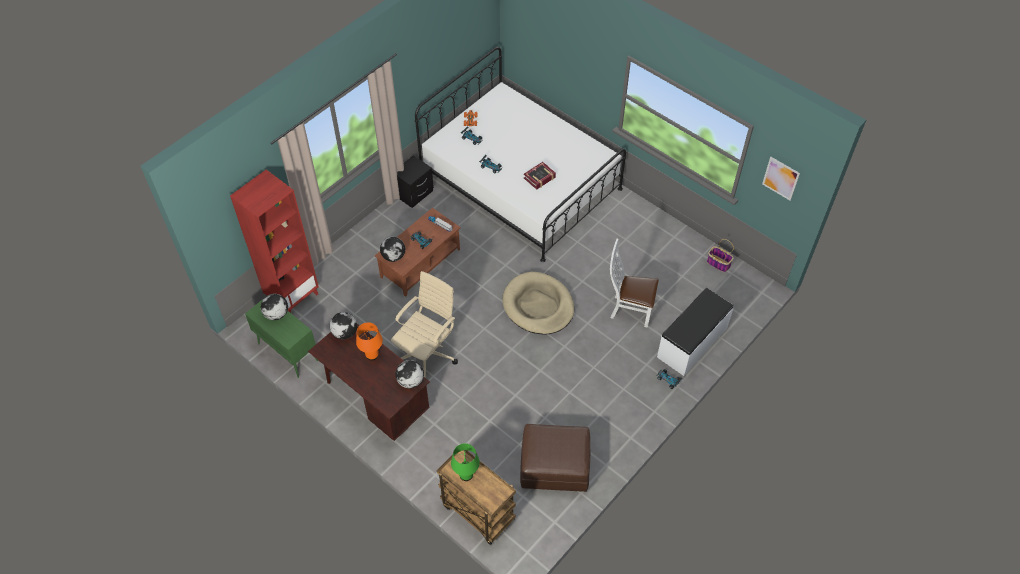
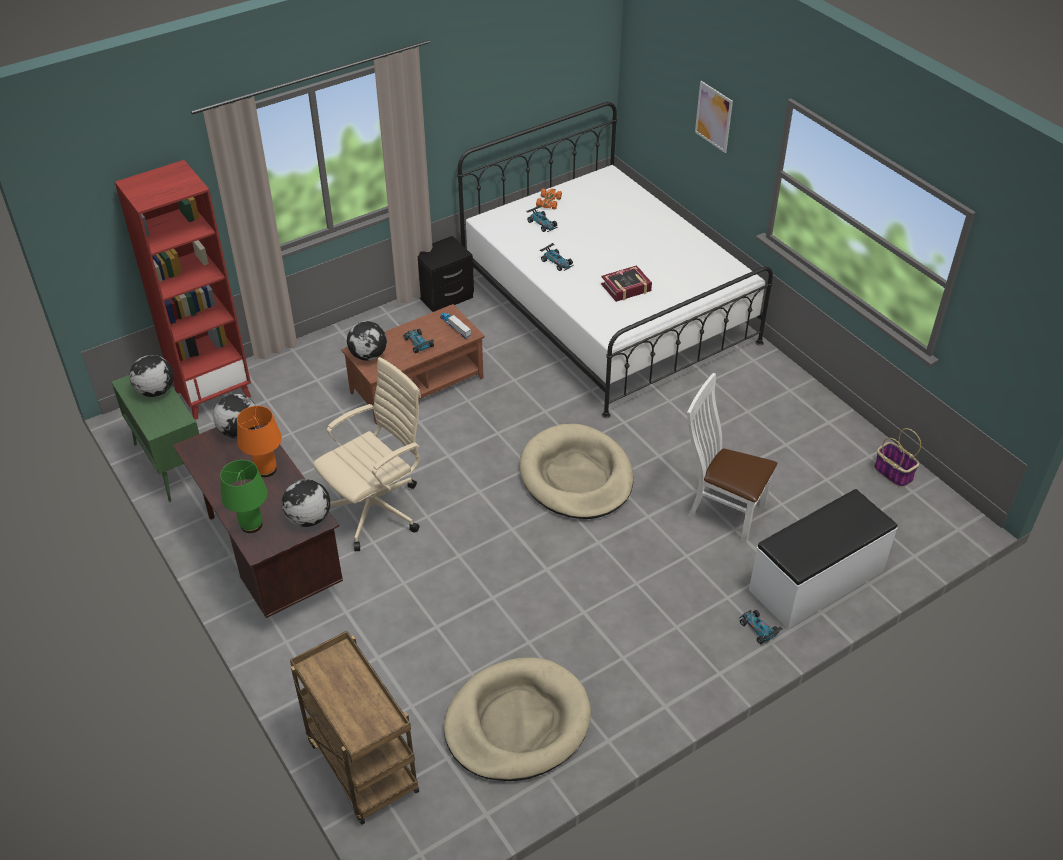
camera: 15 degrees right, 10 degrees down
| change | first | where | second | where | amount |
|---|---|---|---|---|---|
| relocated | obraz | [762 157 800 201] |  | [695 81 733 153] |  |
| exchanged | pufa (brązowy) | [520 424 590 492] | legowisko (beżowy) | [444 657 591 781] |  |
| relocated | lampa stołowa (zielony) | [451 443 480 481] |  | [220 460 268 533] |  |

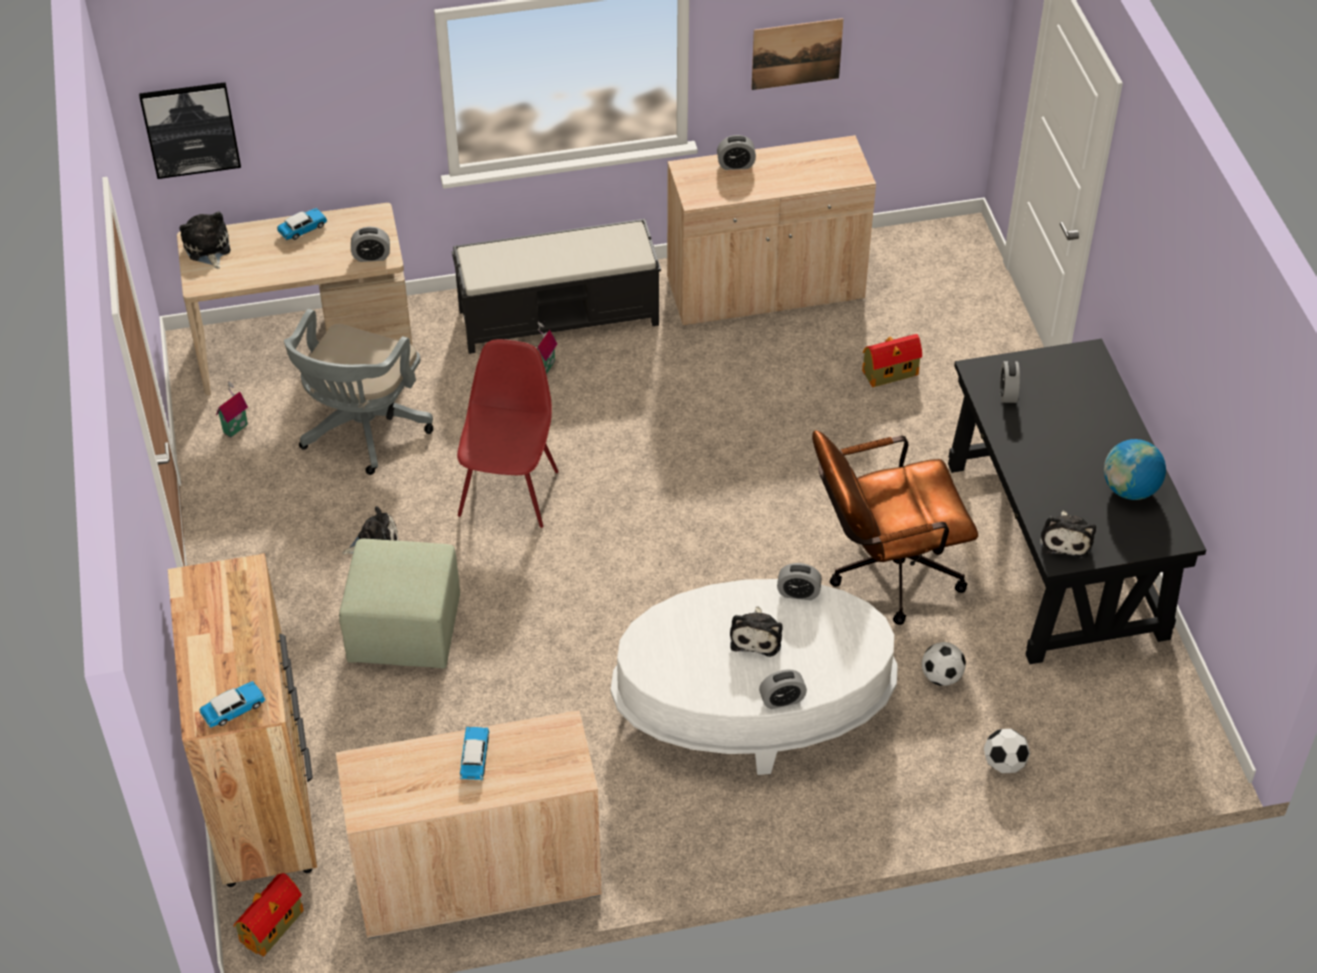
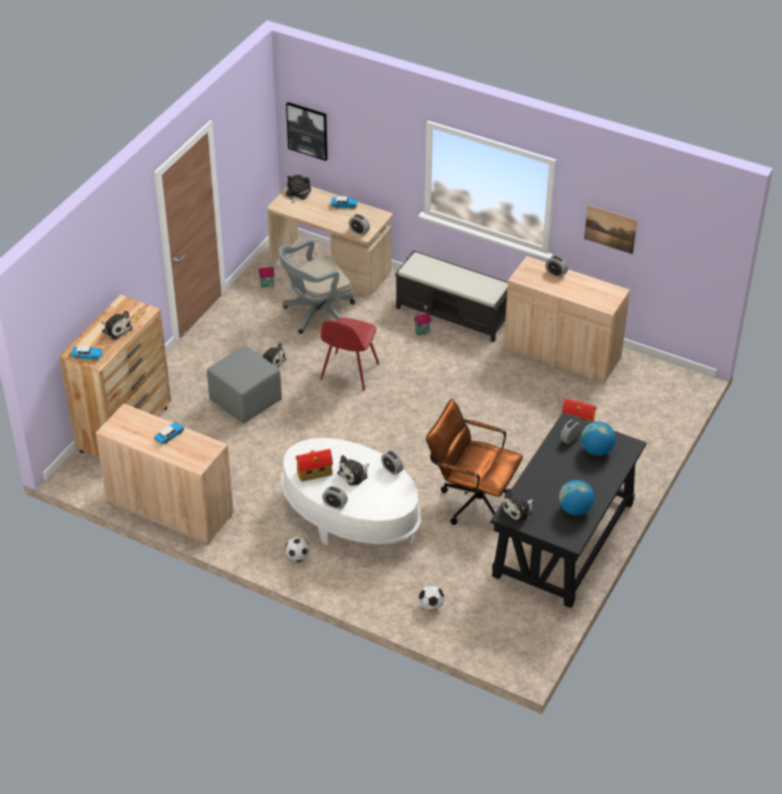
camera: 40 degrees right, 5 degrees down
| change | first | where | second | where | amount |
|---|---|---|---|---|---|
| spun | krzesło (czerwony) | [457 339 559 528] |  | [320 318 379 390] | 150 degrees clockwise |
| colour | pufa (zielony) | [339 539 460 669] | pufa (szary) | [207 346 282 424] |  |
| relocated | piłka futbolowa | [922 642 966 686] |  | [285 537 310 562] |  |
| relocated | domek | [233 873 304 957] |  | [296 449 333 482] |  |
| appeared |  |  | pluszak | [101 311 133 340] |  |
| appeared |  |  | globus | [581 421 615 456] |  |

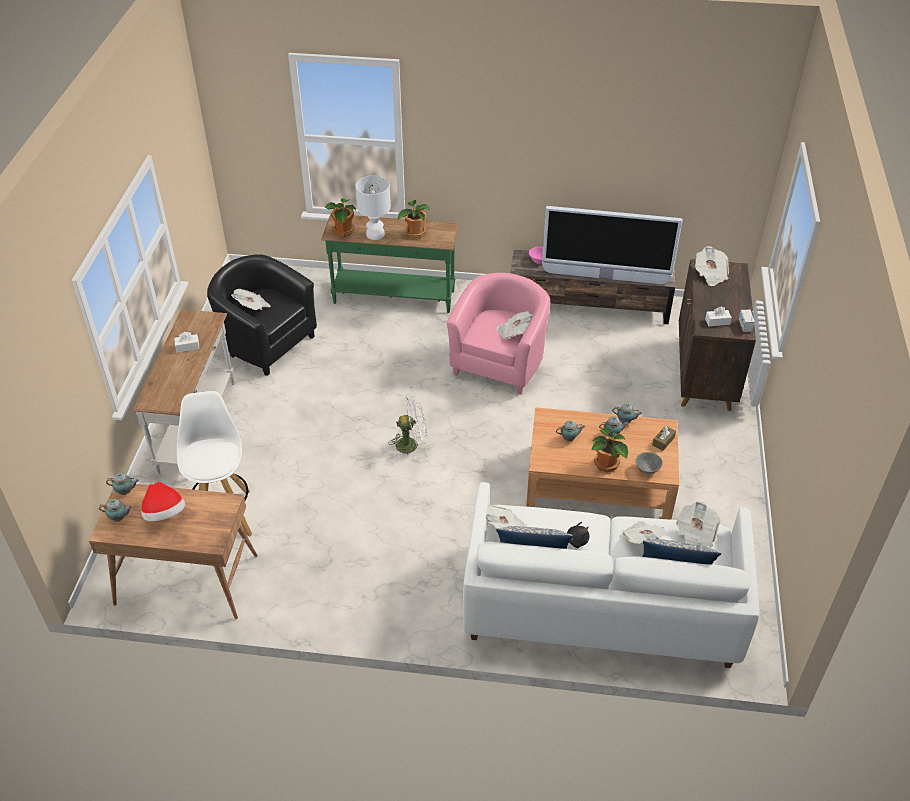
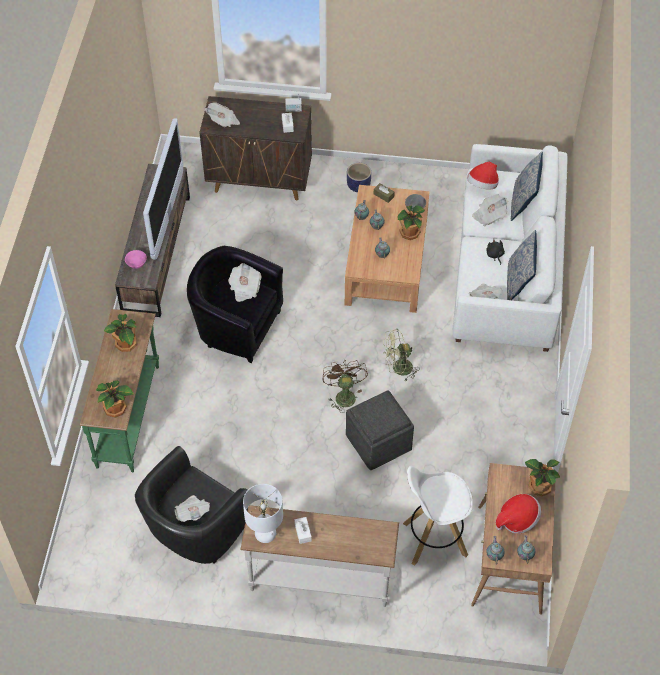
camera: 90 degrees left, 10 degrees up
| change | first | where | second | where | amount |
|---|---|---|---|---|---|
| relocated | lampa stołowa (biały) | [356 176 391 240] |  | [243 484 283 543] |  |
| colour | fotel (różowy) | [447 273 550 395] | fotel (czarny) | [187 246 283 363] |  |
| colour | wentylator (biały) | [389 396 427 459] | wentylator (brązowy) | [322 360 368 412] |  |
| exchanged | gazeta | [676 501 720 548] | kapelusz | [467 162 499 190] |  |
| appeared |  |  | donica | [347 163 371 192] |  |
| appeared |  |  | wentylator (zielony) | [383 329 420 381] |  |
| appeared |  |  | pufa (szary) | [346 390 414 470] |  |
| appeared |  |  | roślina doniczkowa | [525 459 560 497] |  |

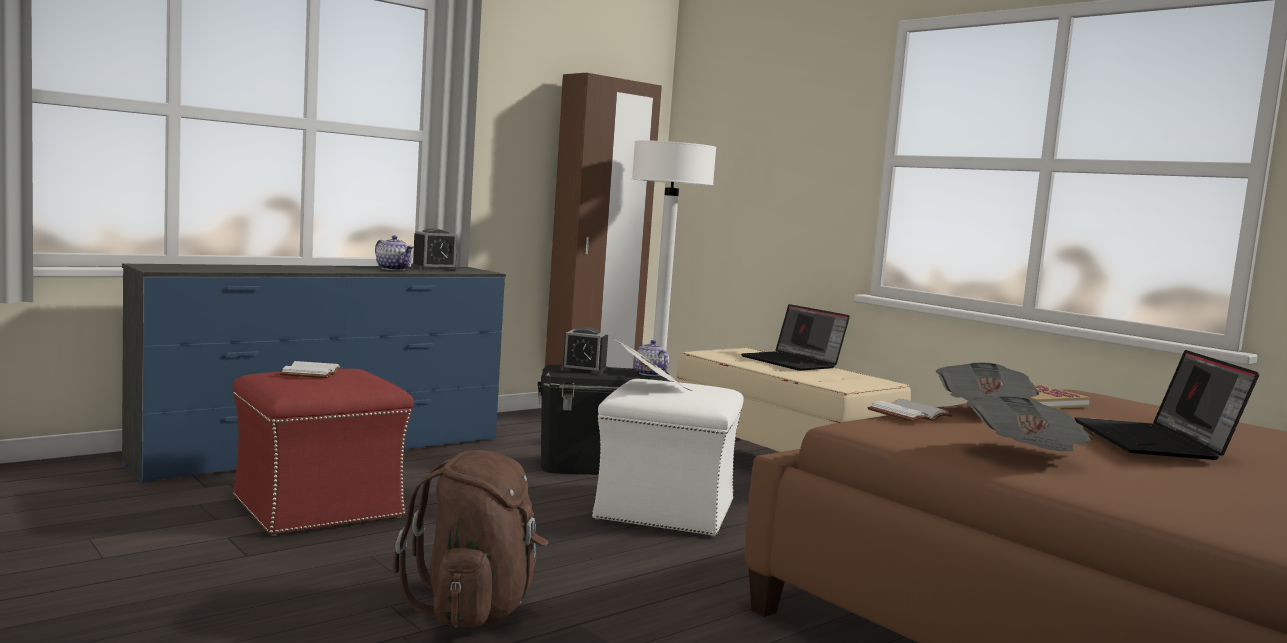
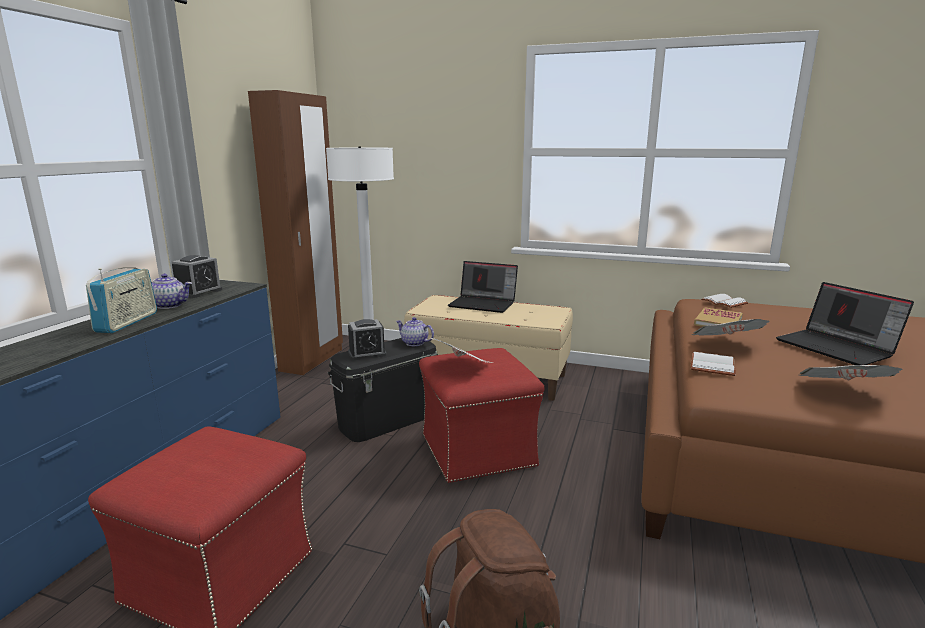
camera: 30 degrees left, 10 degrees up
| change | first | where | second | where | amount |
|---|---|---|---|---|---|
| relocated | książka (biały) | [279 361 343 378] |  | [701 294 748 308] |  |
| colour | pufa (biały) | [592 379 744 537] | pufa (czerwony) | [419 348 545 483] |  |
| appeared |  |  | radio | [86 267 157 333] |  |

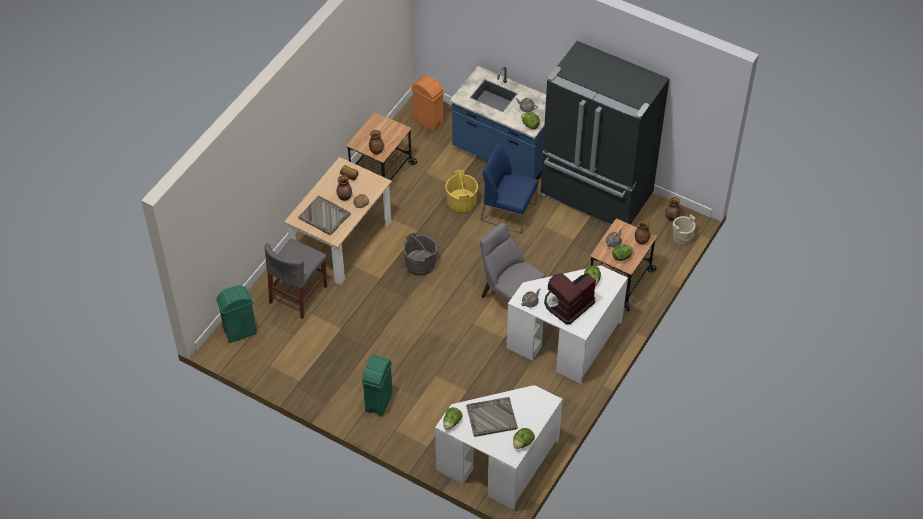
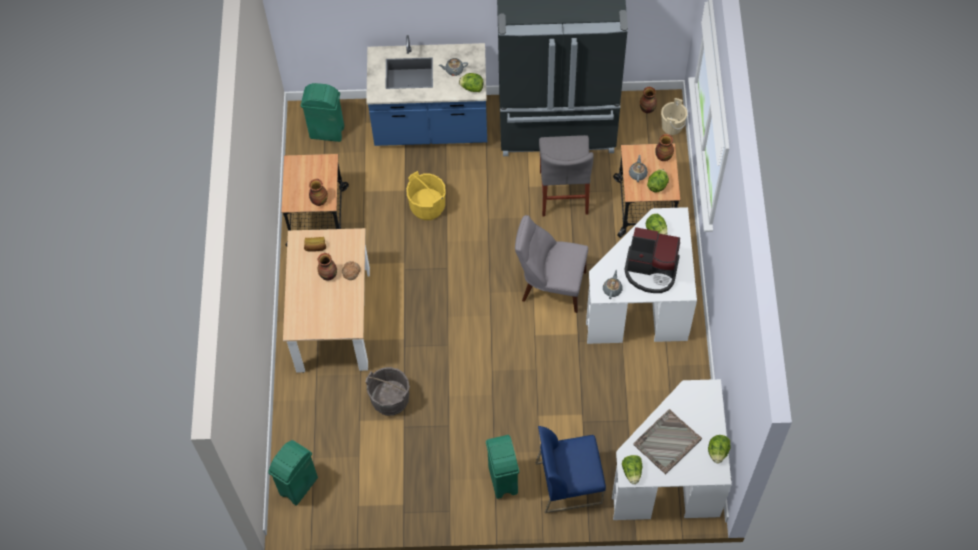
camera: 30 degrees left, 10 degrees up
| change | first | where | second | where | amount |
|---|---|---|---|---|---|
| colour | kosz na śmieci (pomarańczowy) | [411 75 444 133] | kosz na śmieci (zielony) | [301 83 344 142] |  |
| relocated | krzesło (niebieski) | [481 143 538 234] |  | [536 426 606 513] |  |
| missing | taca (szary) | [298 196 351 235] |  |  |  |
| relocated | wiadro (szary) | [403 232 437 276] |  | [366 367 410 416] |  |
| relocated | krzesło (szary) | [264 239 327 319] |  | [539 135 594 216] |  |
| spun | ekspres do kawy | [544 273 596 324] |  | [625 227 680 293] | 90 degrees counterclockwise |

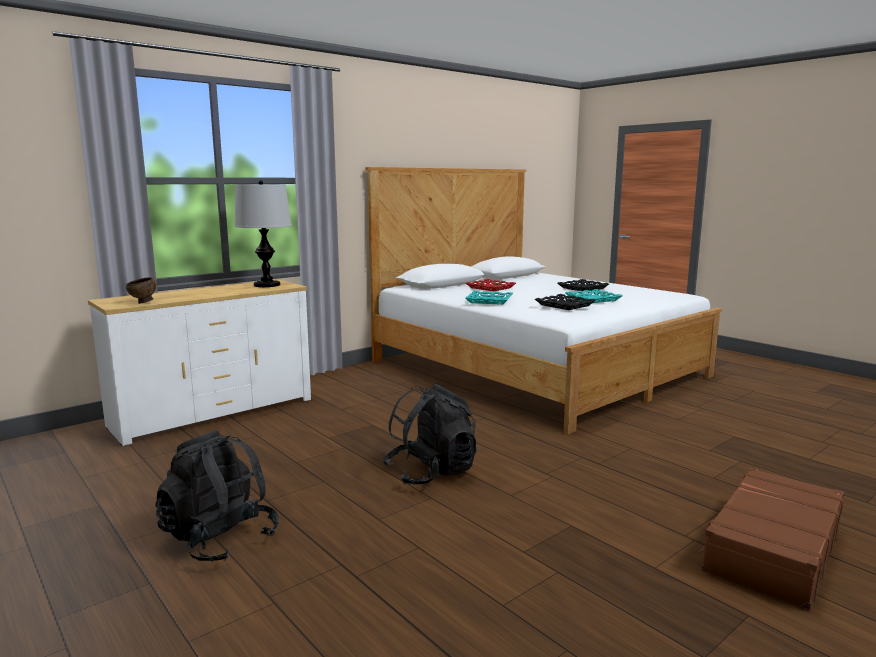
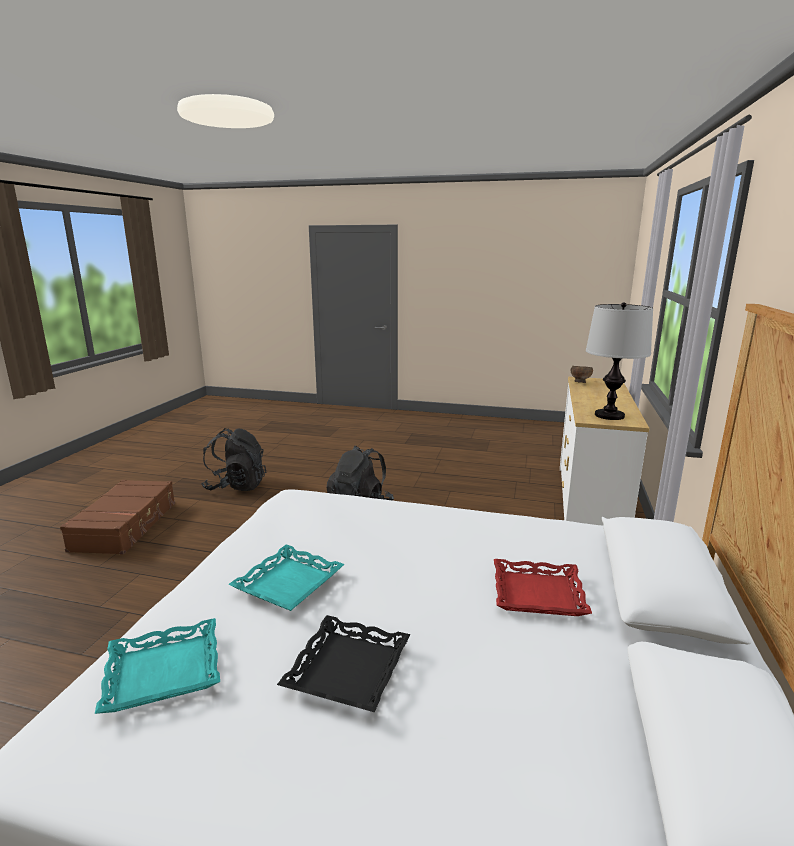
camera: 145 degrees right, 5 degrees up
| change | first | where | second | where | amount |
|---|---|---|---|---|---|
| relocated | taca (turkusowy) | [465 291 513 305] |  | [95 618 220 714] |  |
| missing | taca (czarny) | [535 294 596 310] |  |  |  |
| relocated | plecak (czarny) | [155 431 279 561] |  | [201 428 266 491] |  |

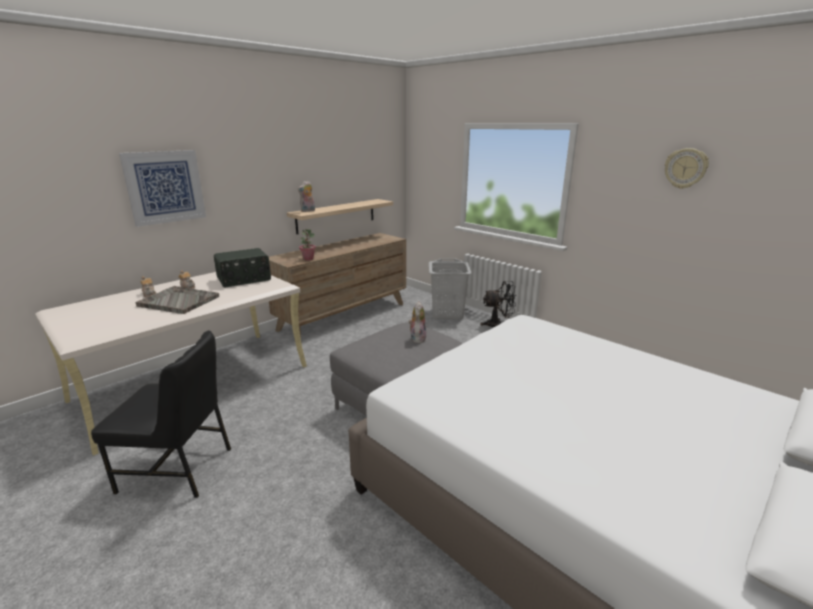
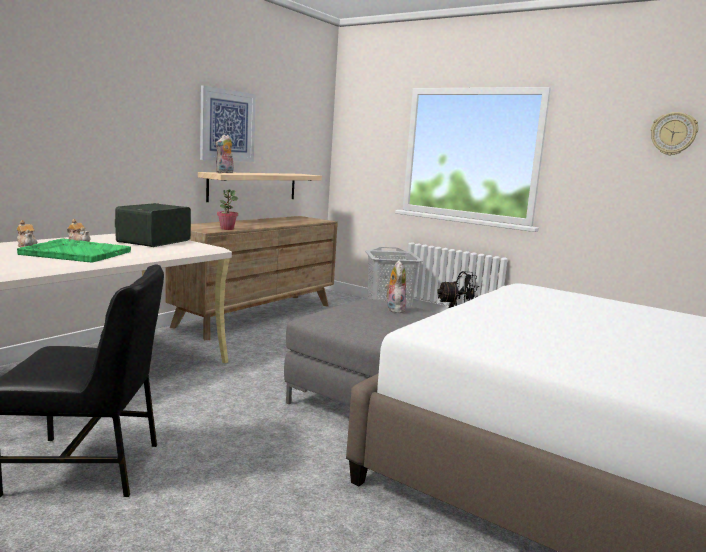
camera: 10 degrees left, 10 degrees down
| change | first | where | second | where | amount |
|---|---|---|---|---|---|
| relocated | obraz | [119 150 206 227] |  | [200 86 256 162] |  |
| spun | radio | [214 248 271 287] |  | [115 203 191 247] | 150 degrees clockwise |
| colour | taca (szary) | [136 286 219 314] | taca (zielony) | [17 238 131 262] |  |

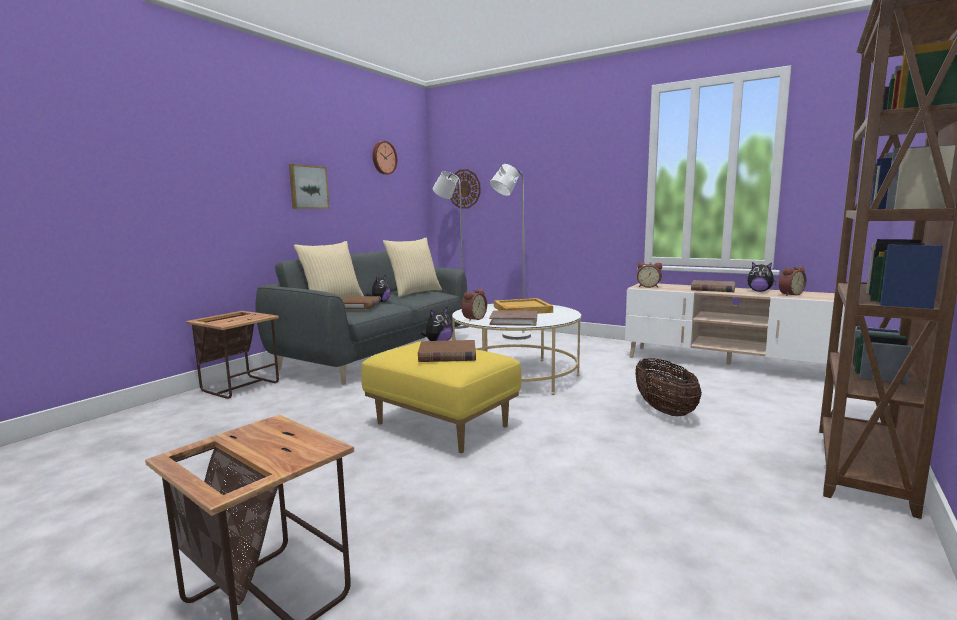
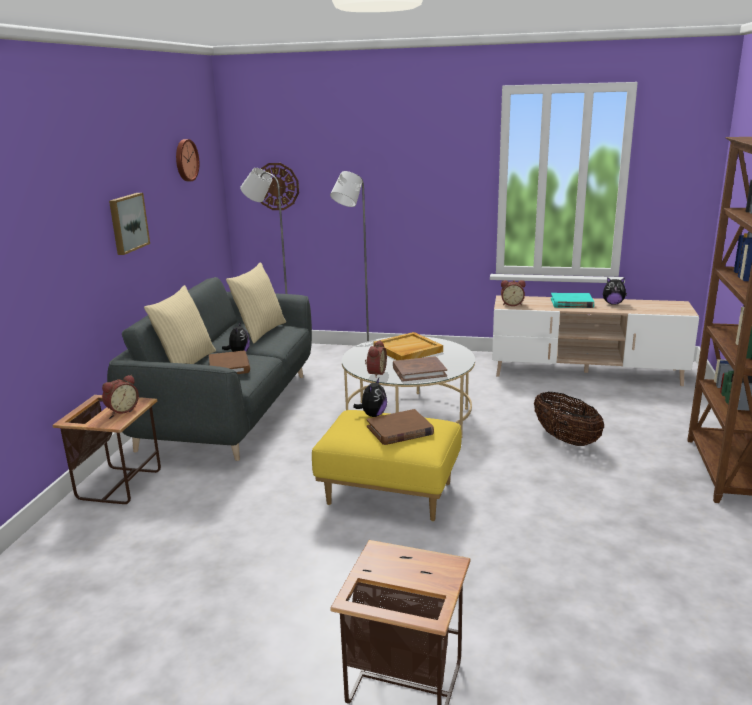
camera: 20 degrees left, 10 degrees up
| change | first | where | second | where | amount |
|---|---|---|---|---|---|
| relocated | budzik | [779 266 806 296] |  | [102 375 139 416] |  |
| colour | książka (brązowy) | [691 280 735 292] | książka (turkusowy) | [551 293 594 308] |  |

